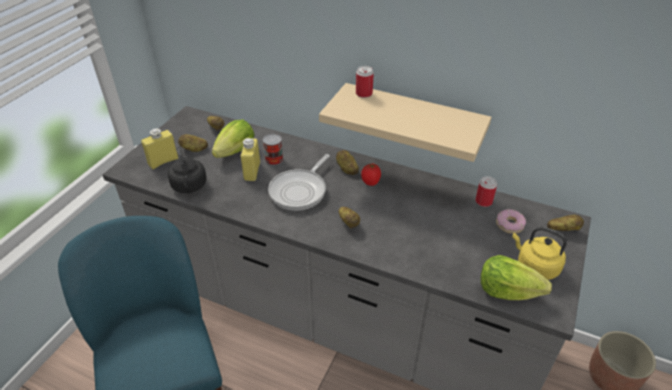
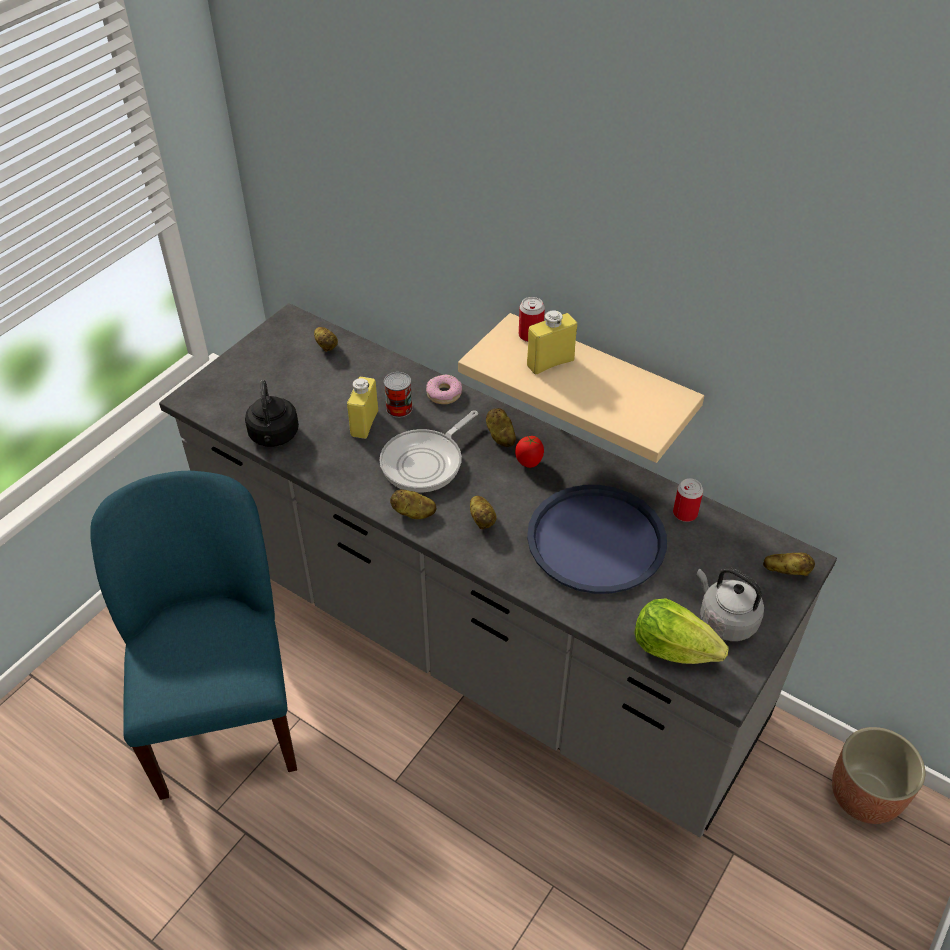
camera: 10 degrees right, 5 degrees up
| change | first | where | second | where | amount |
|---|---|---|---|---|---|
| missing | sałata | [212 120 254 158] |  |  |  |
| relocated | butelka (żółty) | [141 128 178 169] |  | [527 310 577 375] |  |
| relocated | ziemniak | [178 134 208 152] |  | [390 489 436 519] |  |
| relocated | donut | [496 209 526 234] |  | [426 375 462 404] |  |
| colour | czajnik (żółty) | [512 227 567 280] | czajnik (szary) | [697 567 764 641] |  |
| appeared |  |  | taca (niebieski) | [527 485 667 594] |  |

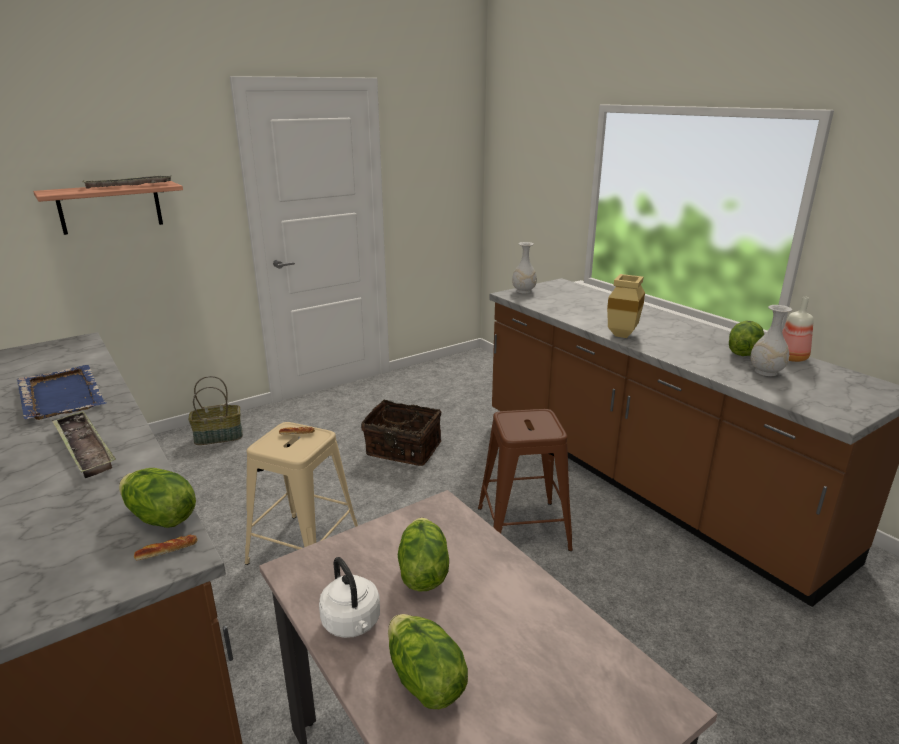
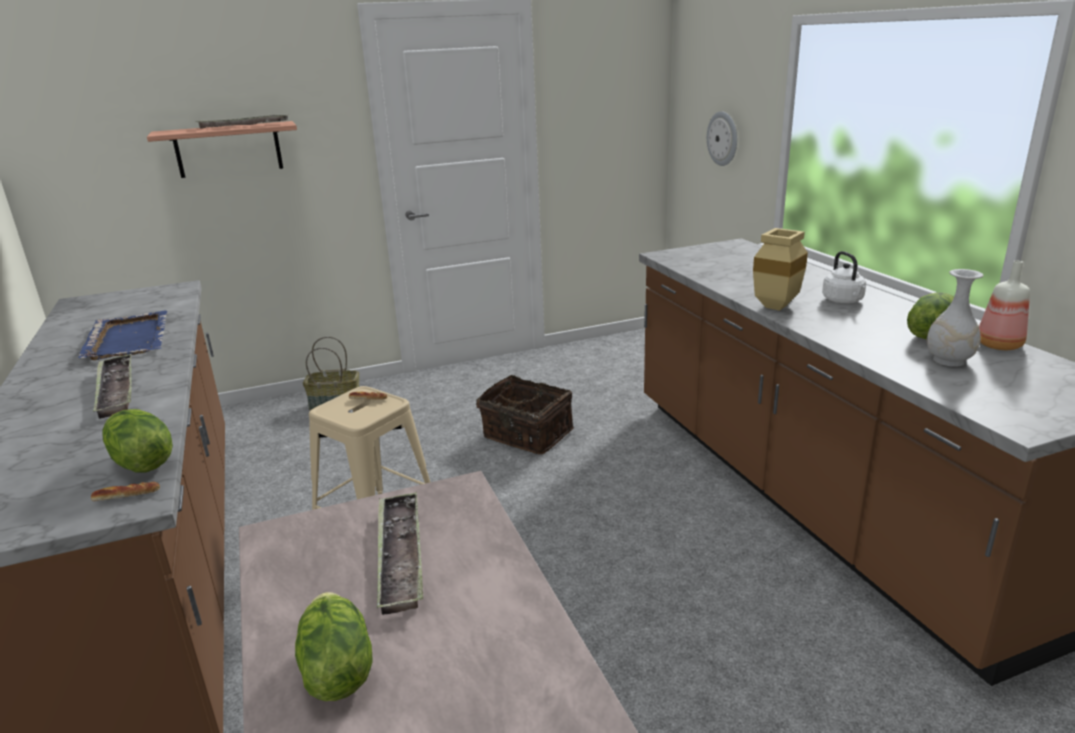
camera: 15 degrees right, 0 degrees up
| change | first | where | second | where | amount |
|---|---|---|---|---|---|
| missing | wazon (biały) | [512 242 537 294] |  |  |  |
| missing | stołek (brązowy) | [478 409 573 551] |  |  |  |
| exchanged | sałata | [398 518 449 592] | taca | [377 492 424 615] |  |
| relocated | czajnik (biały) | [319 557 380 638] |  | [822 251 866 303] |  |
| appeared |  |  | zegar ścienny | [707 111 737 166] |  |

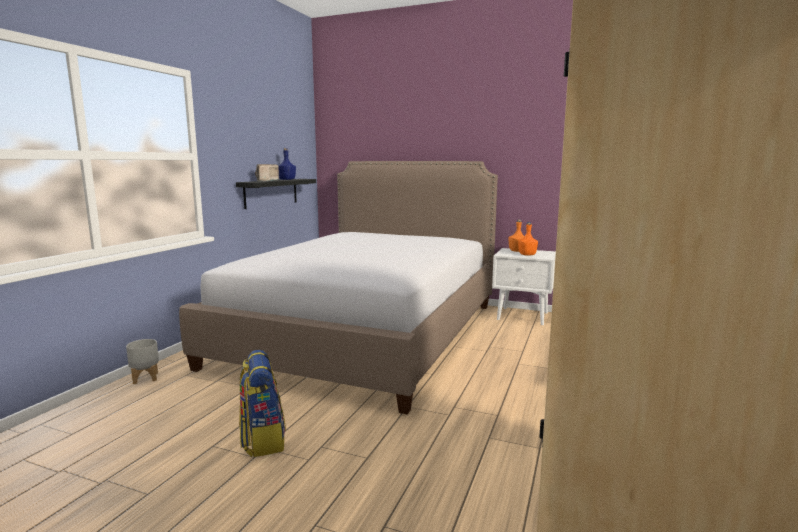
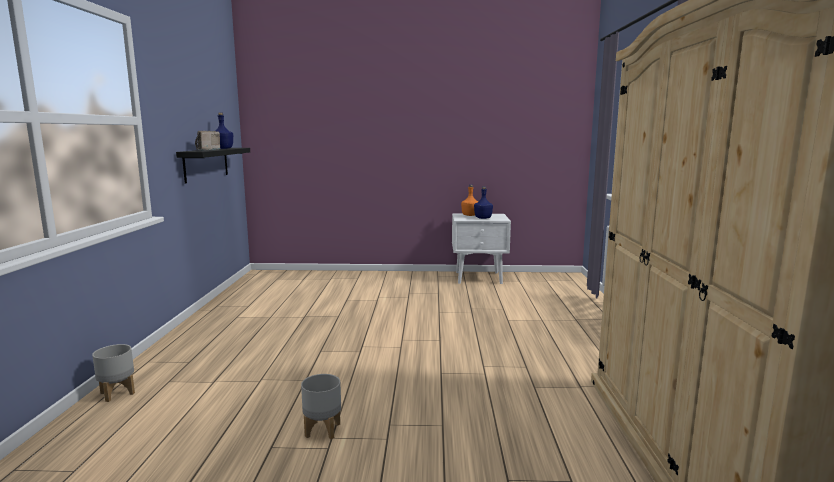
camera: 20 degrees left, 0 degrees up
| change | first | where | second | where | amount |
|---|---|---|---|---|---|
| missing | łóżko | [179 161 498 414] |  |  |  |
| colour | butelka (pomarańczowy) | [518 222 538 256] | butelka (niebieski) | [474 186 493 219] |  |
| exchanged | plecak | [239 350 286 457] | donica (szary) | [301 374 341 440] |  |

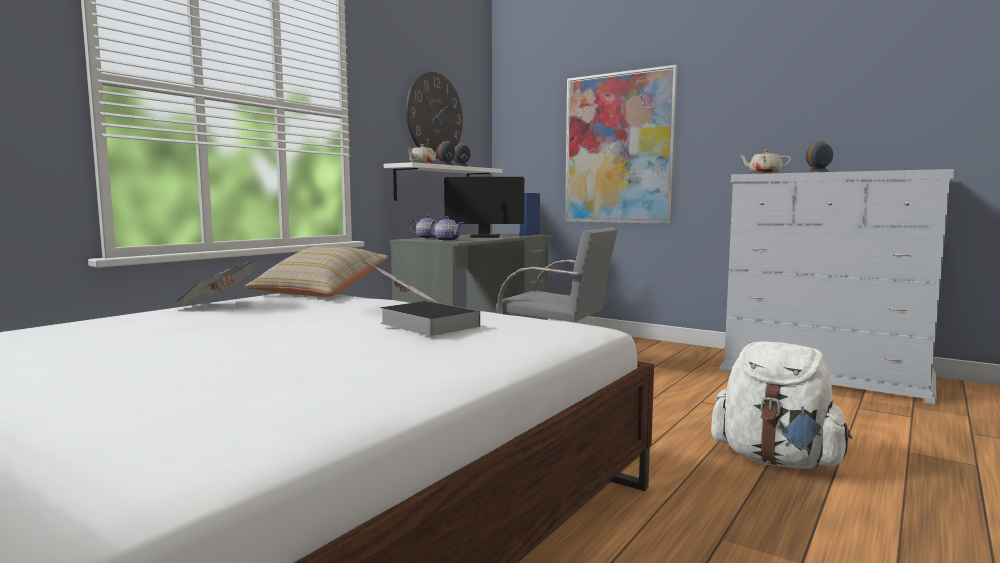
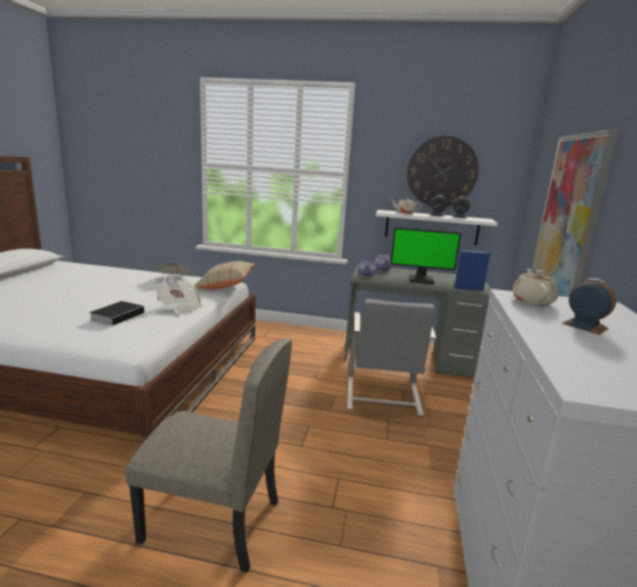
camera: 65 degrees right, 10 degrees up
| change | first | where | second | where | amount |
|---|---|---|---|---|---|
| spun | monitor | [444 177 524 238] |  | [390 228 461 284] | 120 degrees clockwise |
| exchanged | plecak (biały) | [711 341 853 469] | krzesło (beżowy) | [125 338 292 573] |  |

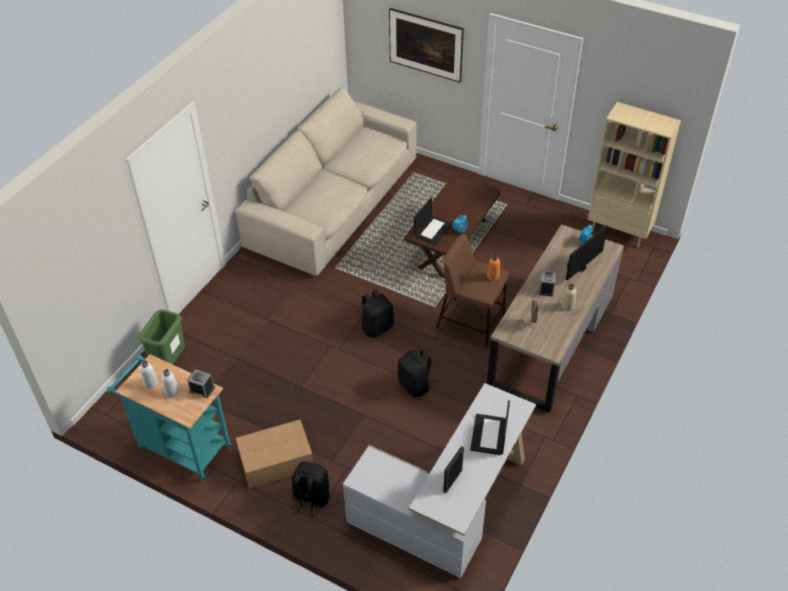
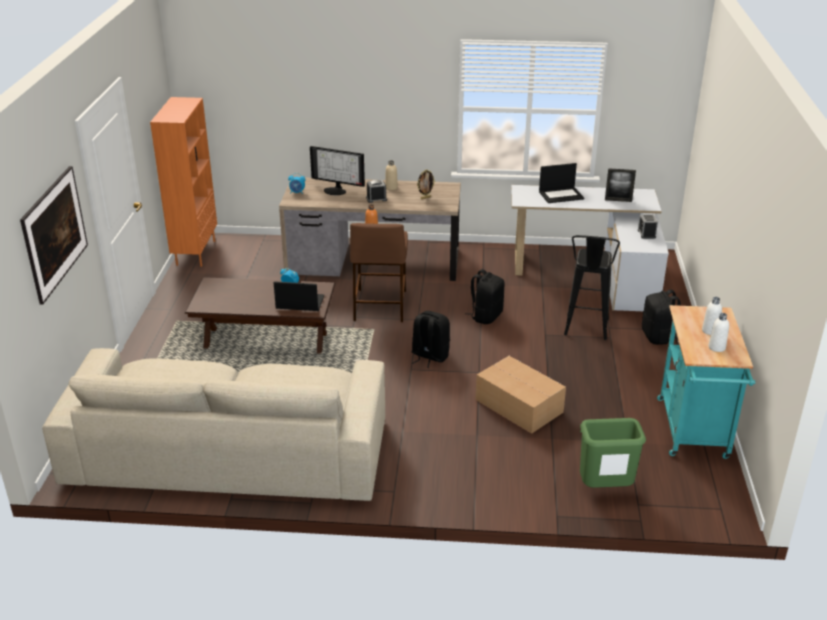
camera: 115 degrees left, 15 degrees down
| change | first | where | second | where | amount |
|---|---|---|---|---|---|
| colour | regał (beżowy) | [588 102 681 247] | regał (pomarańczowy) | [150 97 217 267] |  |
| relocated | budzik | [188 369 215 398] |  | [638 214 658 239] |  |
| relocated | karton | [236 420 313 489] |  | [476 356 566 434] |  |
| appeared |  |  | stołek (czarny) | [564 235 620 340] |  |

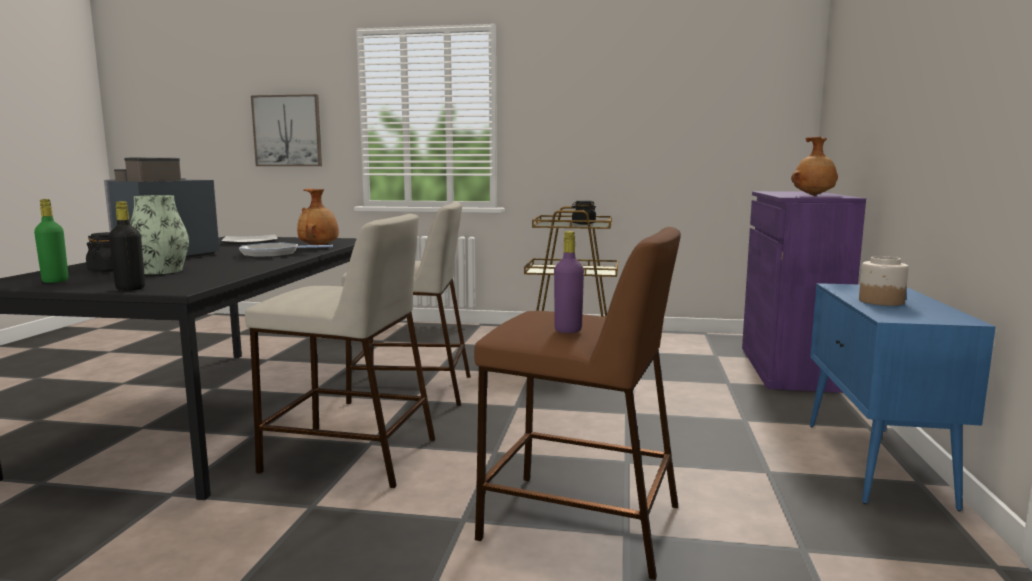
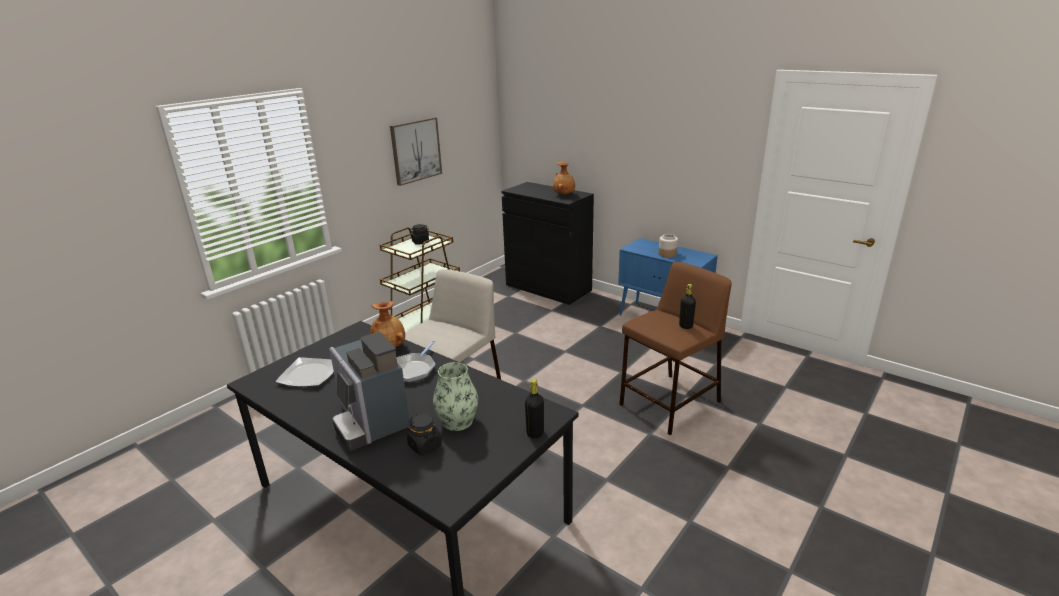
camera: 60 degrees left, 15 degrees up
| change | first | where | second | where | amount |
|---|---|---|---|---|---|
| relocated | obraz | [251 94 322 166] |  | [390 117 442 186] |  |
| colour | szafka (fioletowy) | [742 191 866 393] | szafka (czarny) | [501 182 594 305] |  |
| missing | butelka (zielony) | [34 199 68 283] |  |  |  |
| missing | stołek (beżowy) | [245 214 435 488] |  |  |  |
| colour | butelka (fioletowy) | [554 231 584 333] | butelka (czarny) | [679 284 696 329] |  |

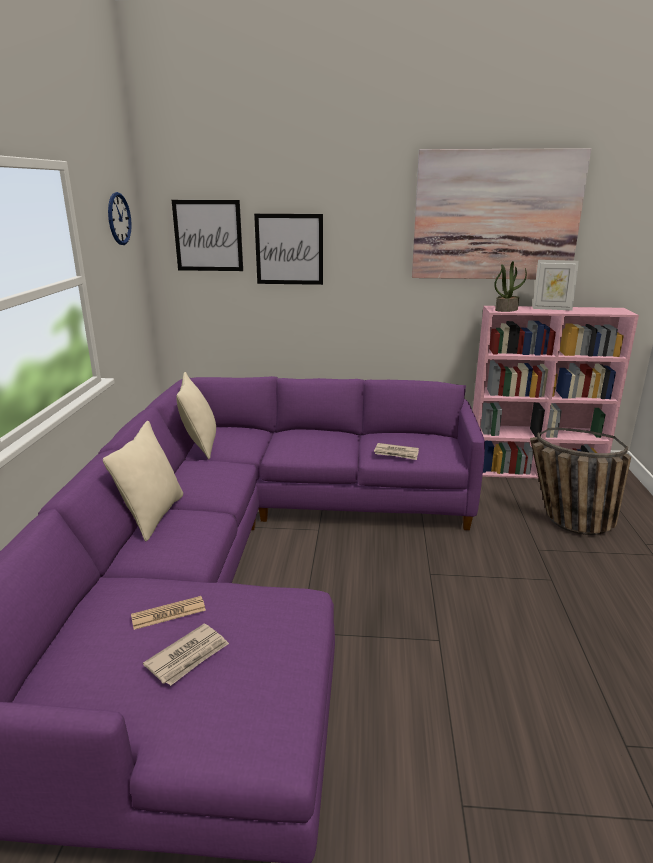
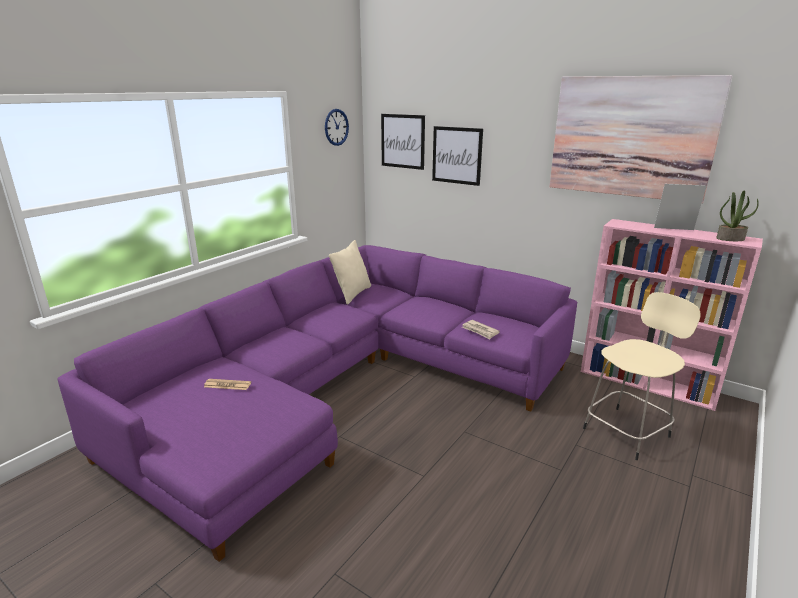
camera: 30 degrees right, 0 degrees up
| change | first | where | second | where | amount |
|---|---|---|---|---|---|
| spun | ramka na zdjęcie | [532 260 579 310] |  | [654 184 707 230] | 150 degrees clockwise |
| relocated | roślina doniczkowa | [494 261 527 312] |  | [716 191 759 241] |  |
| missing | poduszka (beżowy) | [103 421 183 541] |  |  |  |
| exchanged | koszyk | [530 428 631 535] | stołek (beżowy) | [583 292 701 460] |  |
| missing | gazeta | [143 623 229 686] |  |  |  |

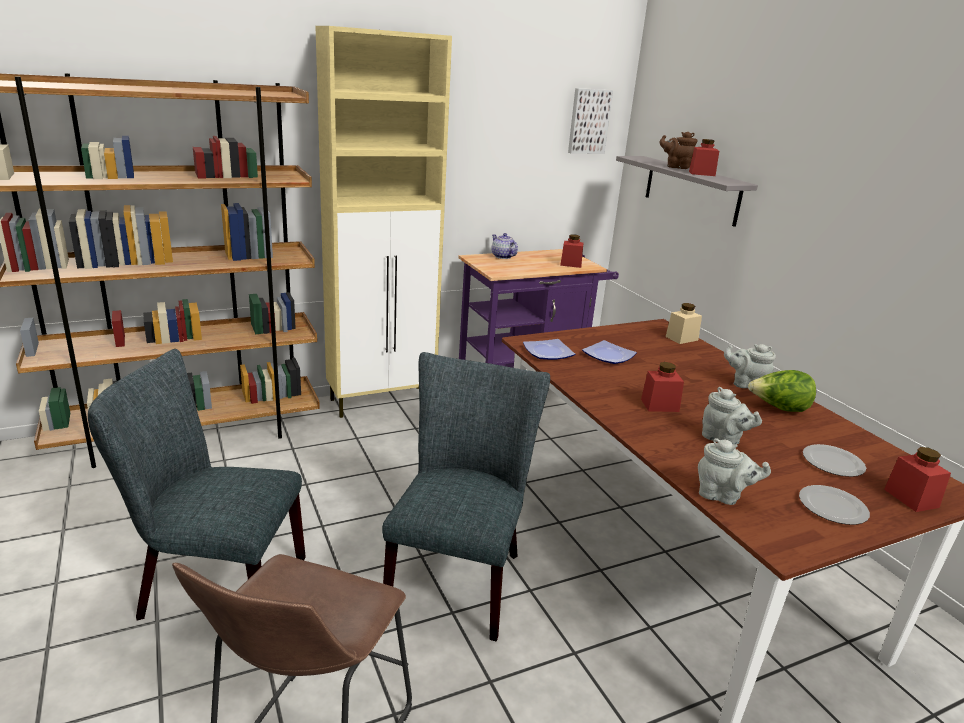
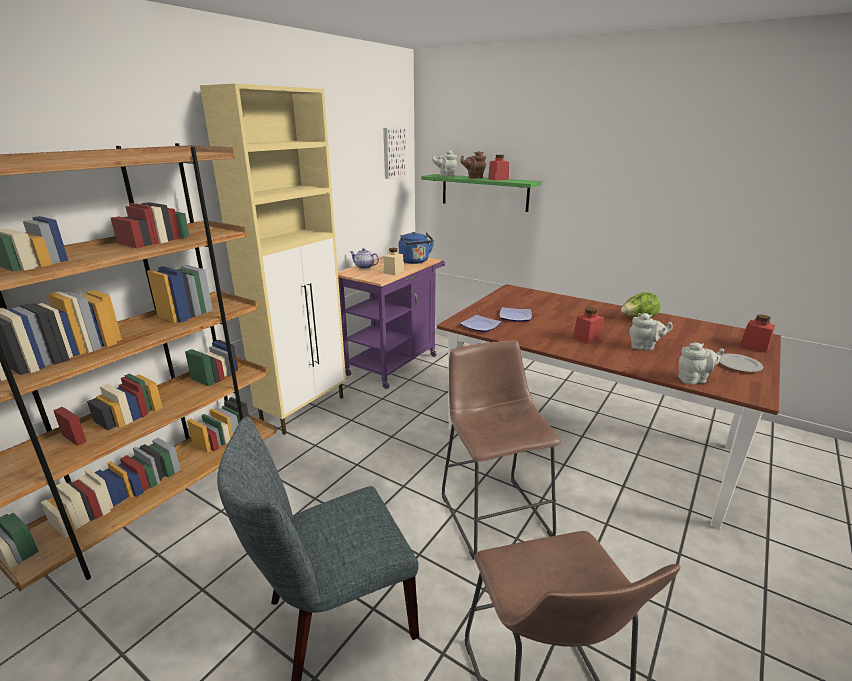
camera: 30 degrees left, 0 degrees up
| change | first | where | second | where | amount |
|---|---|---|---|---|---|
| colour | półka (szary) | [616 156 758 227] | półka (zielony) | [421 174 542 212] |  |
| exchanged | słoik (czerwony) | [560 234 583 268] | czajnik (niebieski) | [399 232 434 264] |  |
| relocated | słoik (beżowy) | [666 303 702 344] |  | [384 248 404 275] |  |
| relocated | imbryk (szary) | [724 344 776 388] |  | [432 150 457 177] |  |
| exchanged | krzesło (szary) | [382 352 550 642] | stołek (brązowy) | [442 340 561 560] |  |
| missing | talerz | [803 444 866 477] |  |  |  |

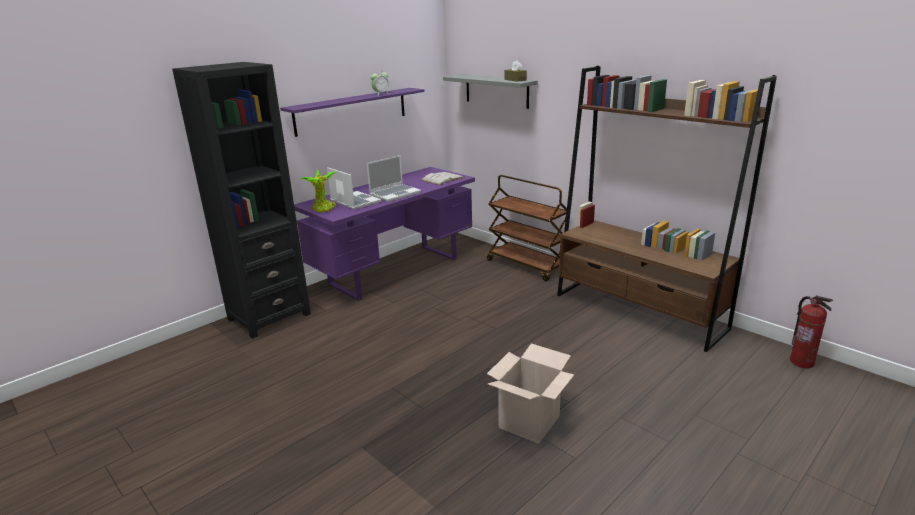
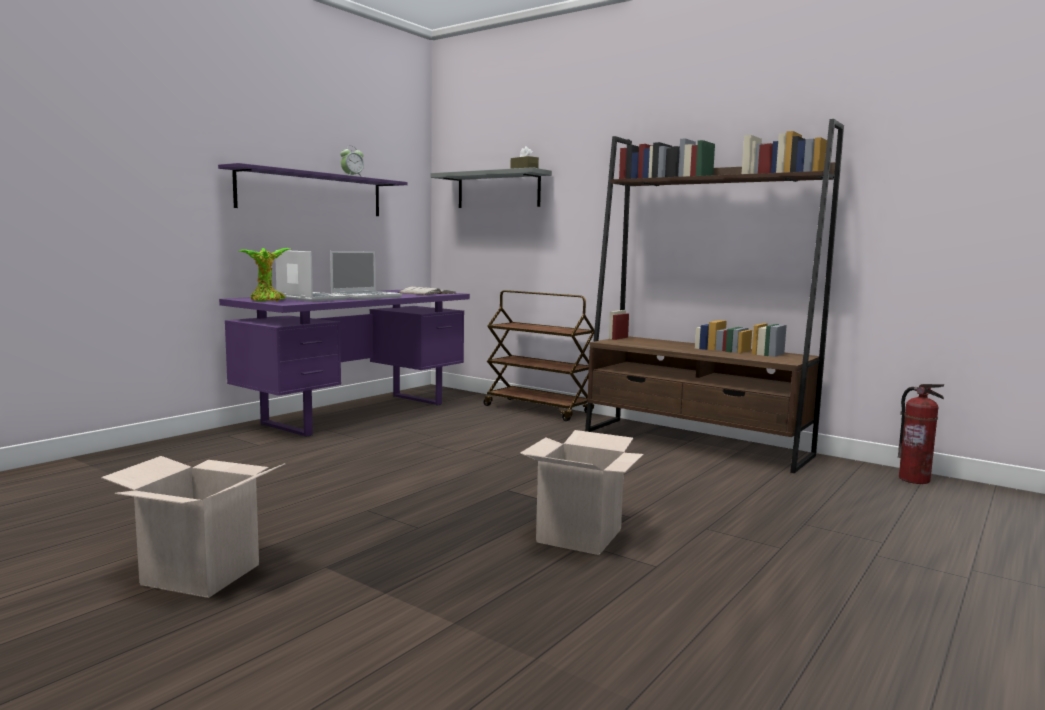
camera: 10 degrees left, 15 degrees down
| change | first | where | second | where | amount |
|---|---|---|---|---|---|
| missing | regał (czarny) | [172 62 311 339] |  |  |  |
| appeared |  |  | karton | [101 456 285 598] |  |

